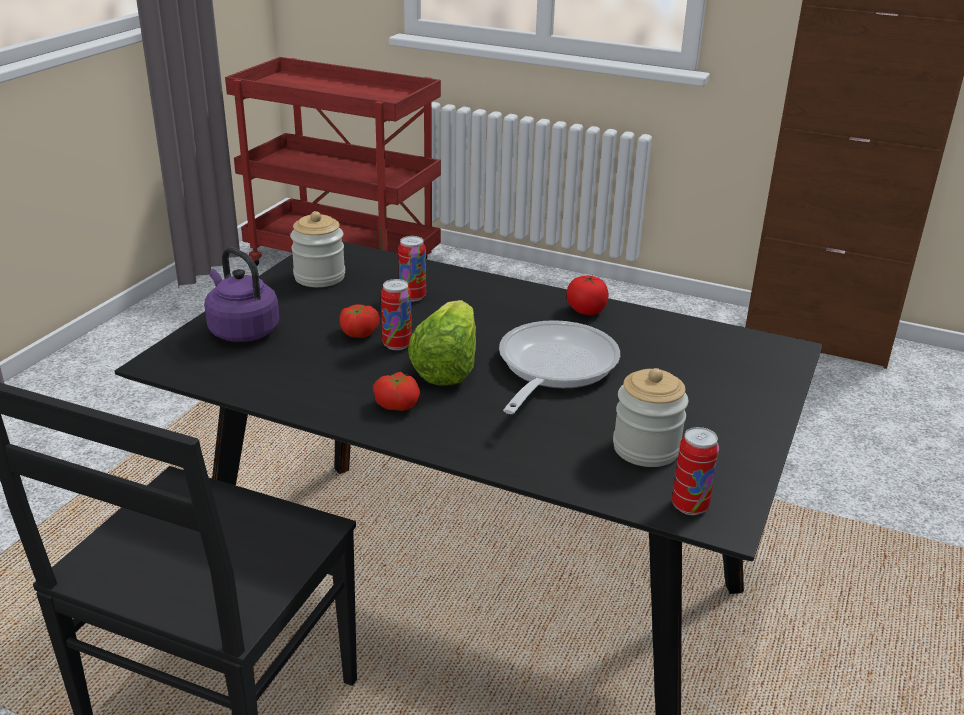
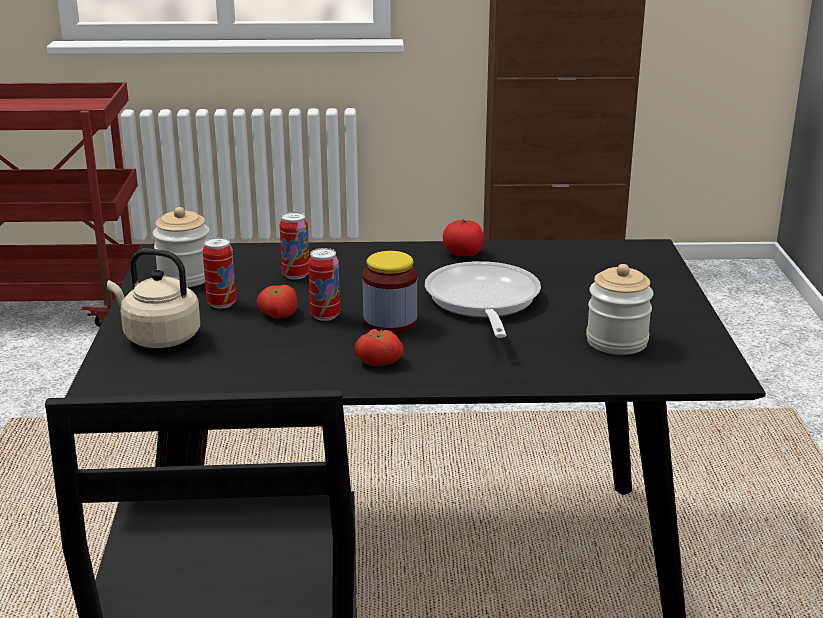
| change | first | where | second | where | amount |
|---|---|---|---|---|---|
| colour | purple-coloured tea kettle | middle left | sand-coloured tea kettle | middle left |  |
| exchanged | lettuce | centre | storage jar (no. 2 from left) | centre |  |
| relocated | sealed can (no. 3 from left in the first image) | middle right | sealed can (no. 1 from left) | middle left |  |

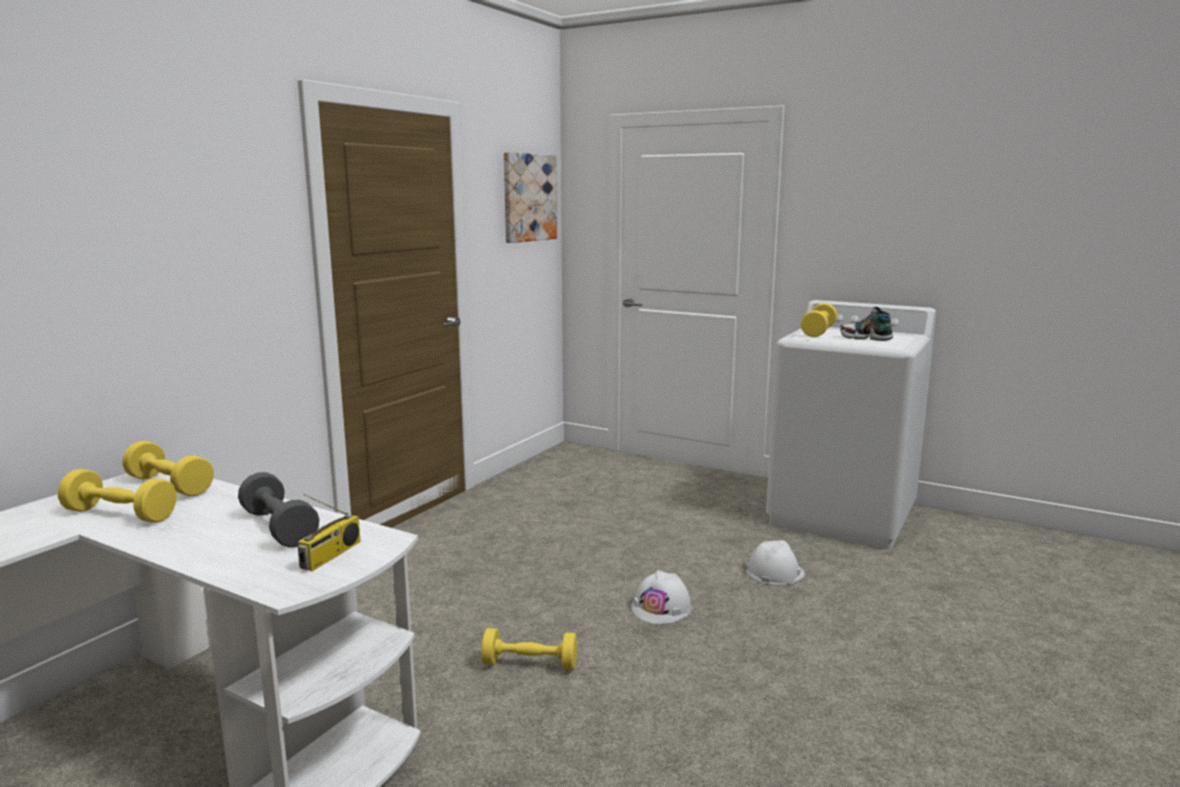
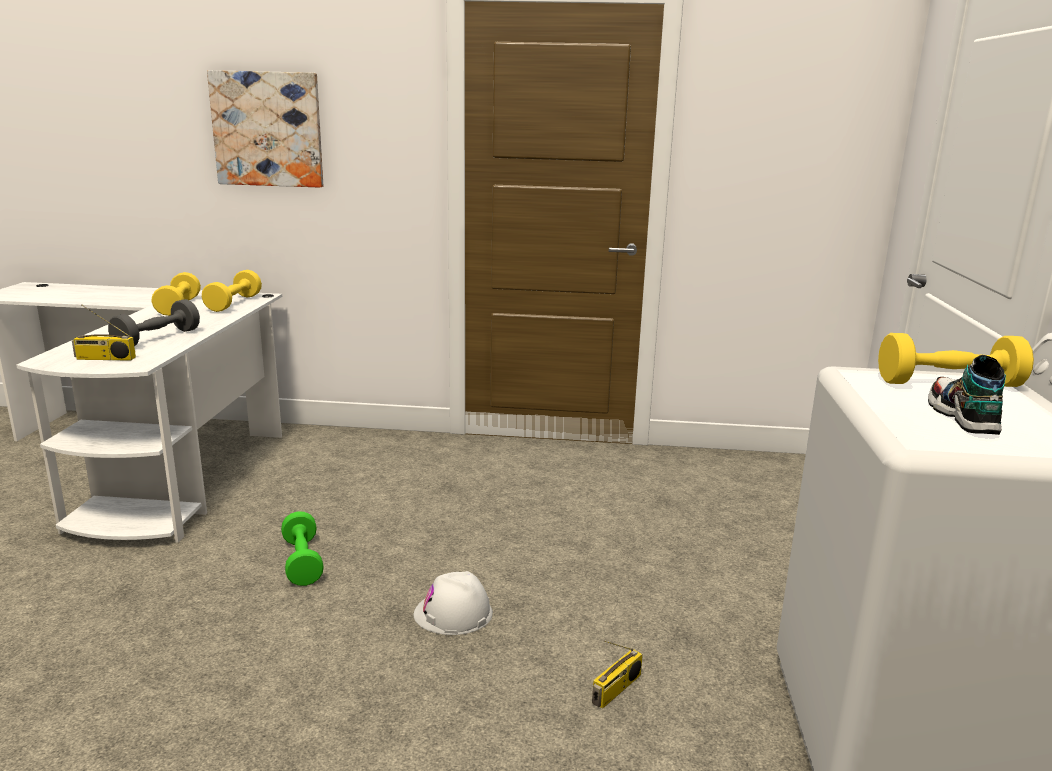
| change | first | where | second | where | amount |
|---|---|---|---|---|---|
| colour | yellow-coloured hand weight (no. 3 from left) | bottom centre | green-coloured hand weight | bottom left |  |
| relocated | wall art | top centre |  | top left |  |
| exchanged | white safety helmet (no. 2 from left) | bottom centre | radio (no. 2 from left) | bottom centre |  |

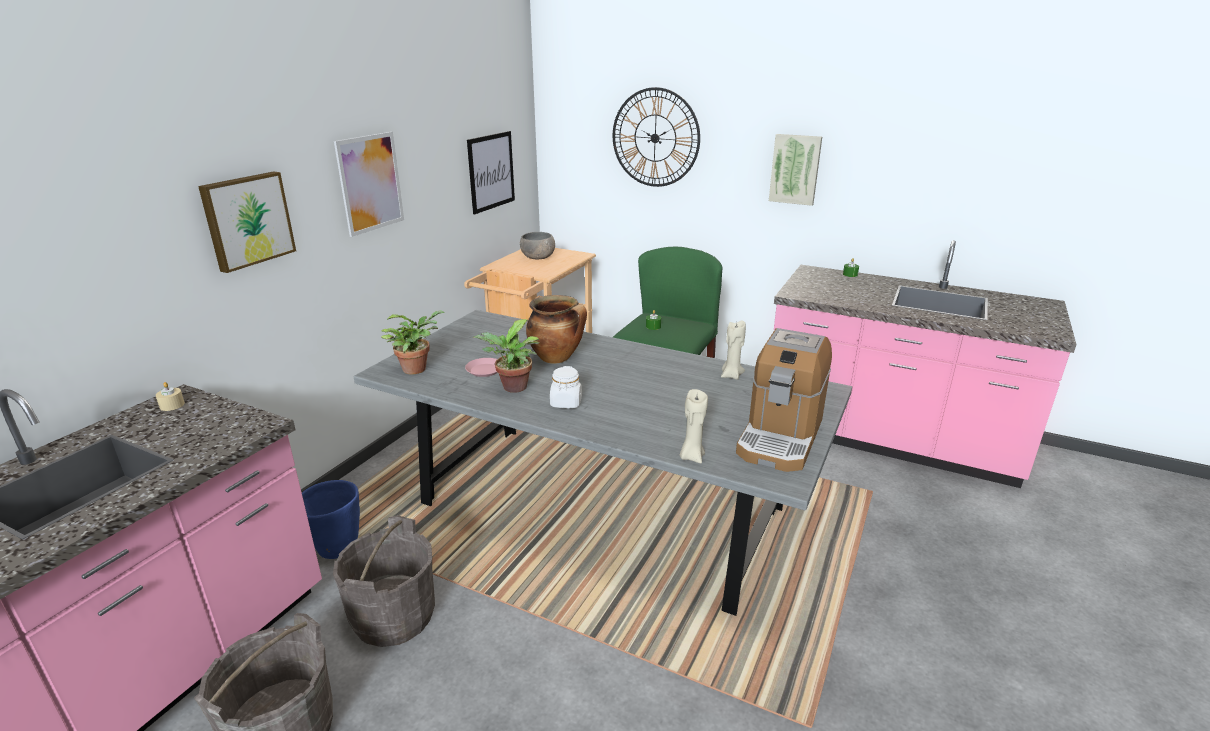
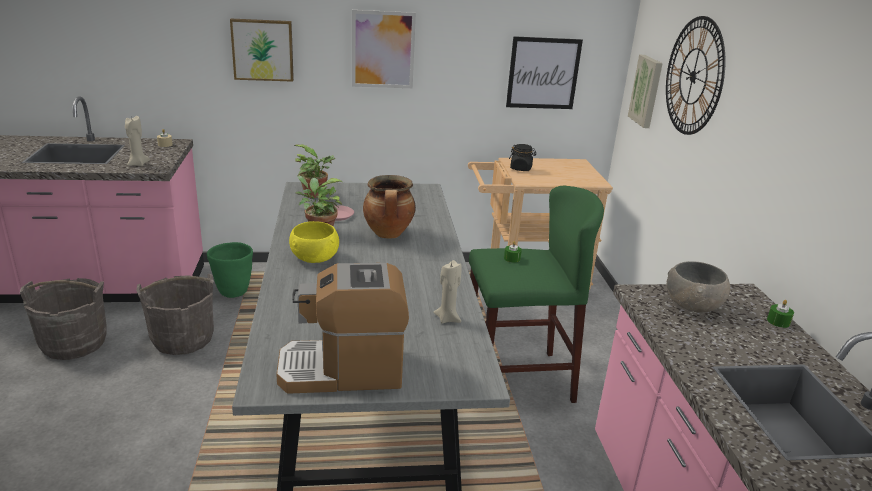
| change | first | where | second | where | amount |
|---|---|---|---|---|---|
| colour | blue flower pot | bottom left | green-coloured flower pot | middle left |  |
| relocated | gray deep dish | centre |  | middle right |  |
| exchanged | white storage jar | centre | yellow-coloured deep dish | centre |  |
| relocated | sand-coloured wax candle (no. 2 from left in the first image) | centre | sand-coloured wax candle (no. 1 from left) | top left |  |
| relocated | wall art (no. 4 from left) | top centre |  | top right |  |
| appeared |  |  | black storage jar | top centre |  |

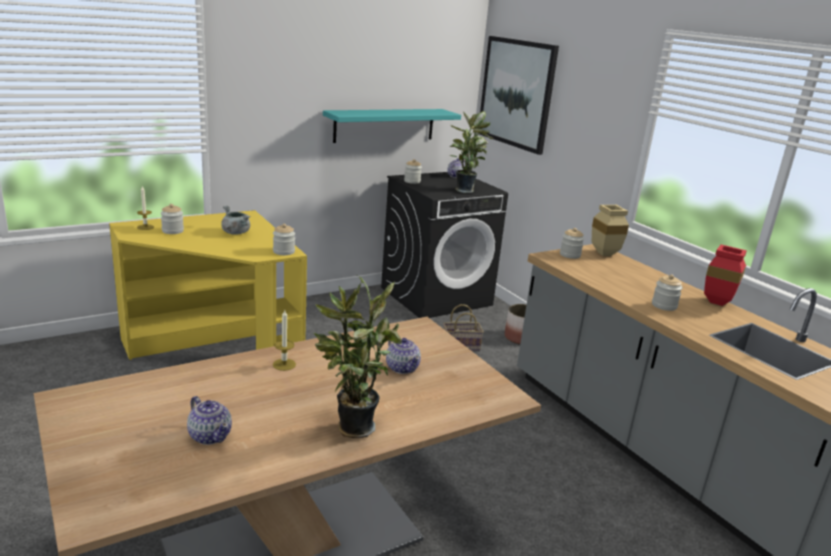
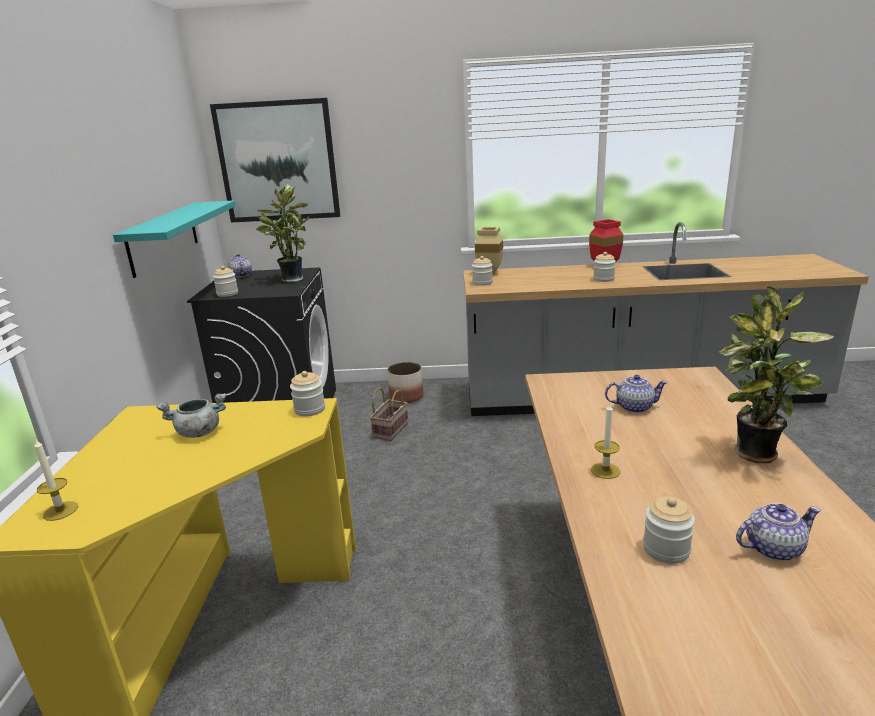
| change | first | where | second | where | amount |
|---|---|---|---|---|---|
| relocated | storage jar (no. 1 from left in the first image) | middle left | storage jar (no. 5 from left) | bottom right |  |

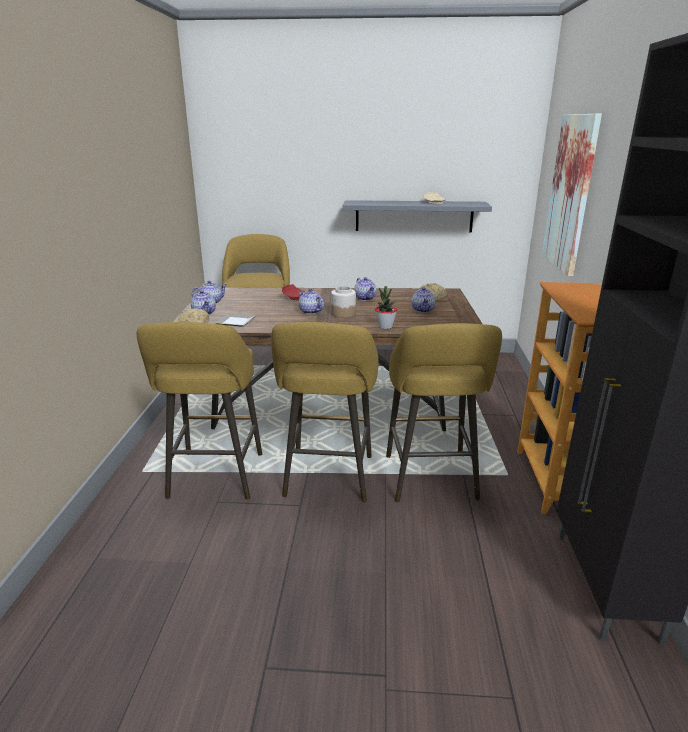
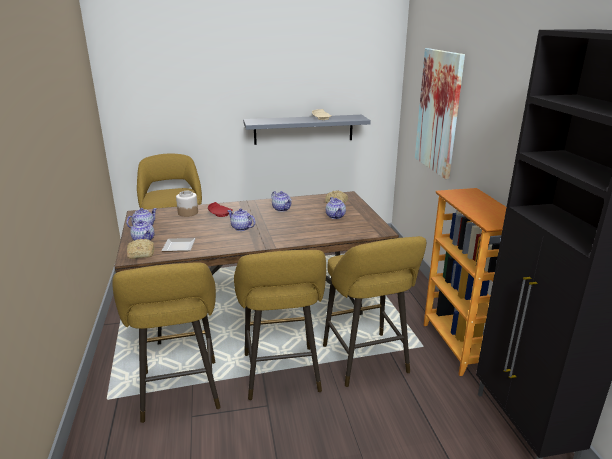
| change | first | where | second | where | amount |
|---|---|---|---|---|---|
| relocated | storage jar | centre |  | middle left |  |
| missing | potted plant | centre |  |  |  |

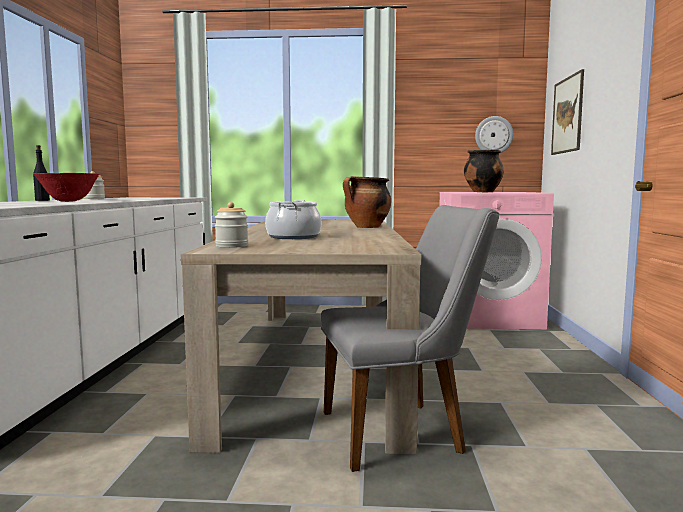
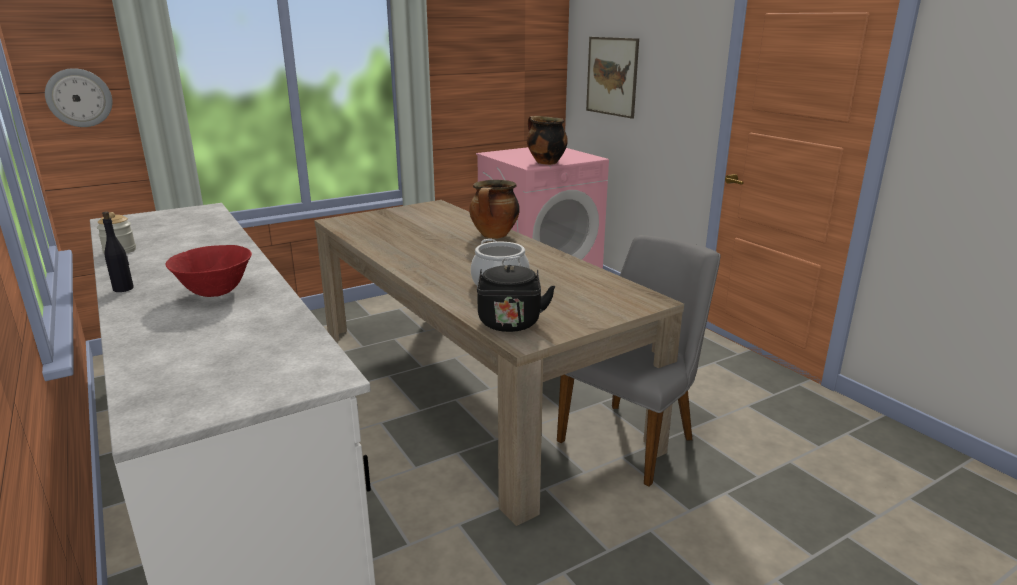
| change | first | where | second | where | amount |
|---|---|---|---|---|---|
| exchanged | storage jar (no. 2 from left) | centre | black tea kettle | centre |  |
| relocated | clock on the wall | top right |  | top left |  |

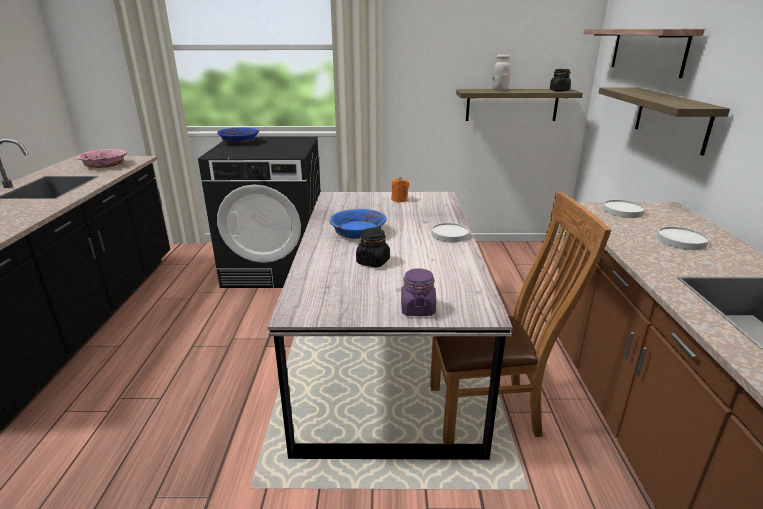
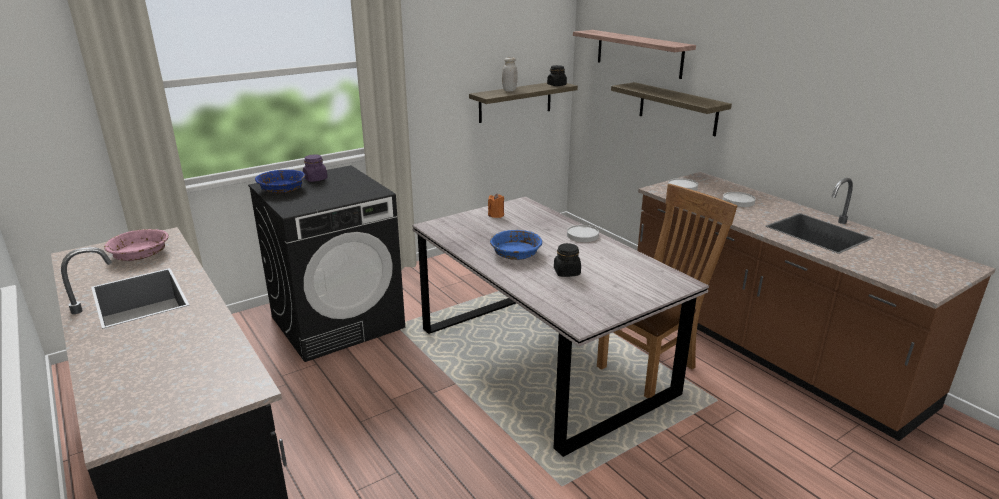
| change | first | where | second | where | amount |
|---|---|---|---|---|---|
| relocated | purple-coloured storage jar | centre |  | middle left |  |

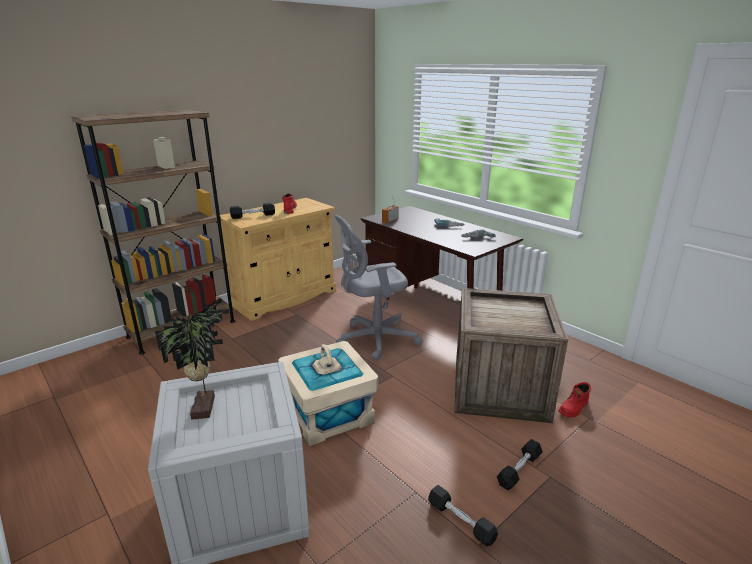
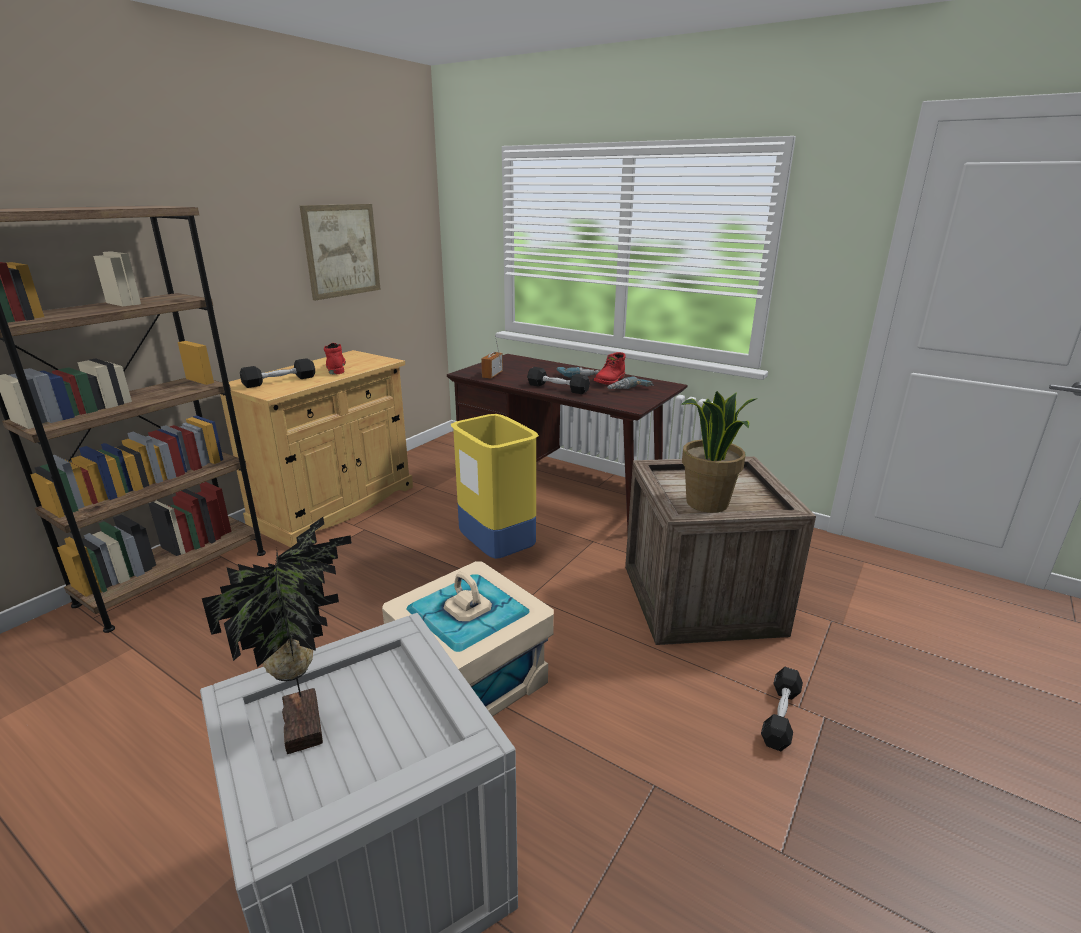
| change | first | where | second | where | amount |
|---|---|---|---|---|---|
| exchanged | gray computer chair | centre | yellow-coloured rubbish bin | centre |  |
| relocated | black hand weight (no. 2 from left) | bottom centre |  | centre |  |
| relocated | reddish high-top boot (no. 2 from left) | bottom right |  | centre |  |
| appeared |  |  | wall art | top left |  |
| appeared |  |  | potted plant (no. 2 from left) | centre |  |

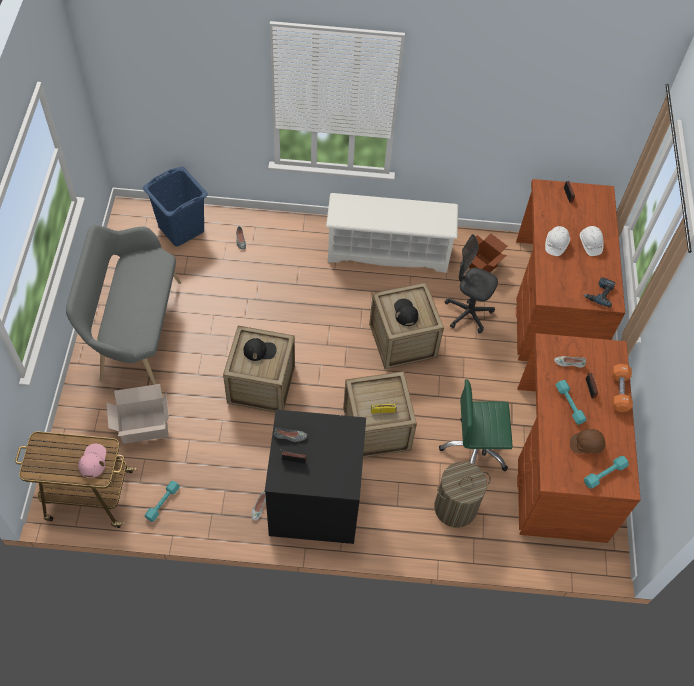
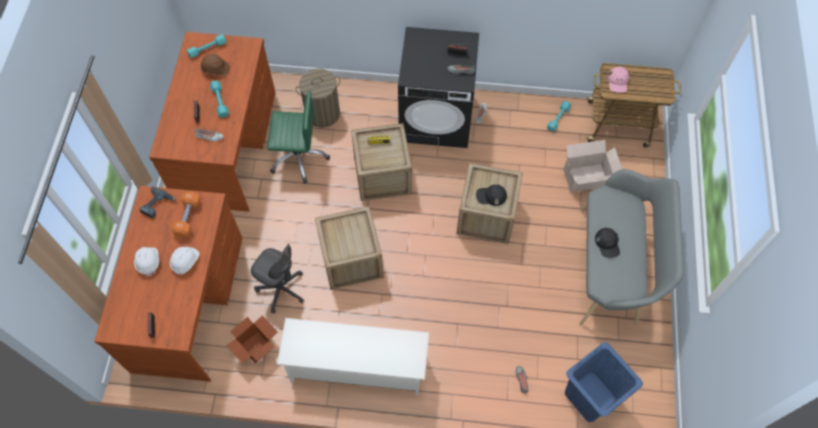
| change | first | where | second | where | amount |
|---|---|---|---|---|---|
| relocated | black peaked cap (no. 2 from left) | centre |  | middle right |  |
| relocated | orange-coloured hand weight | middle right |  | middle left |  |

